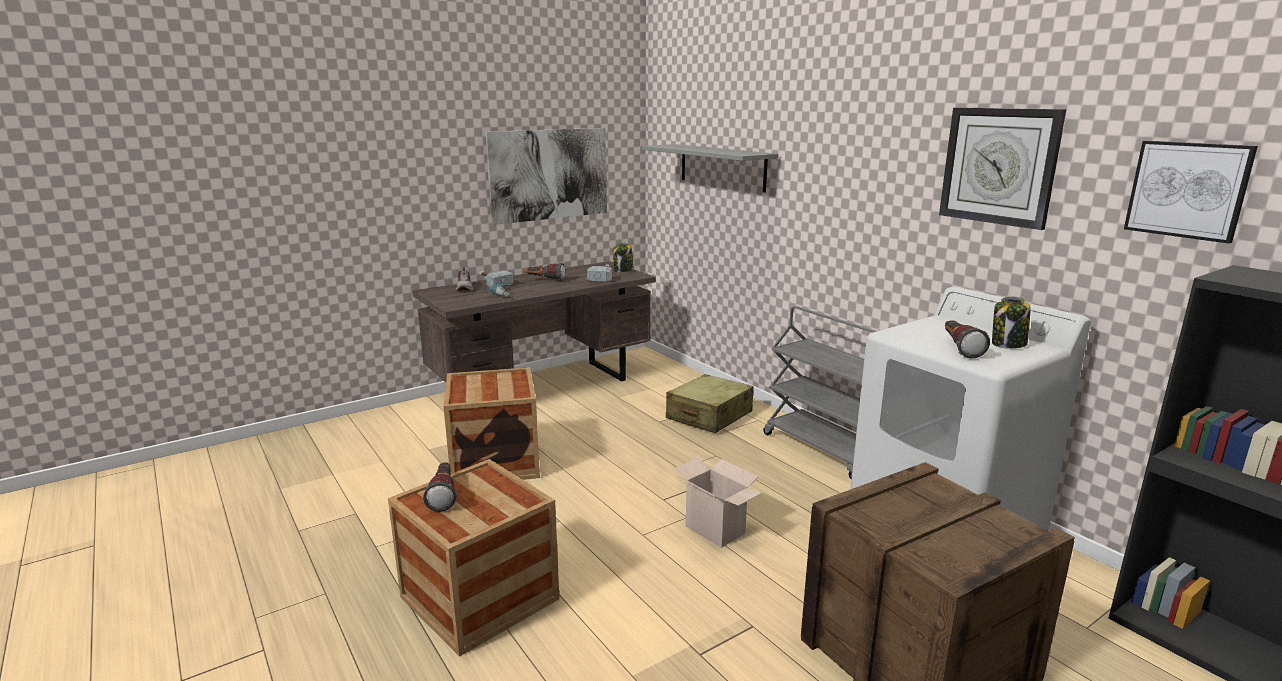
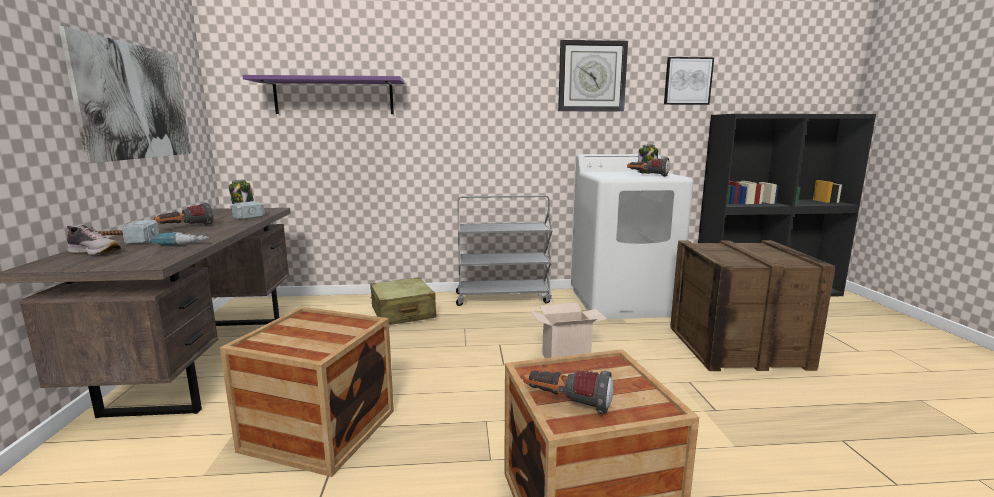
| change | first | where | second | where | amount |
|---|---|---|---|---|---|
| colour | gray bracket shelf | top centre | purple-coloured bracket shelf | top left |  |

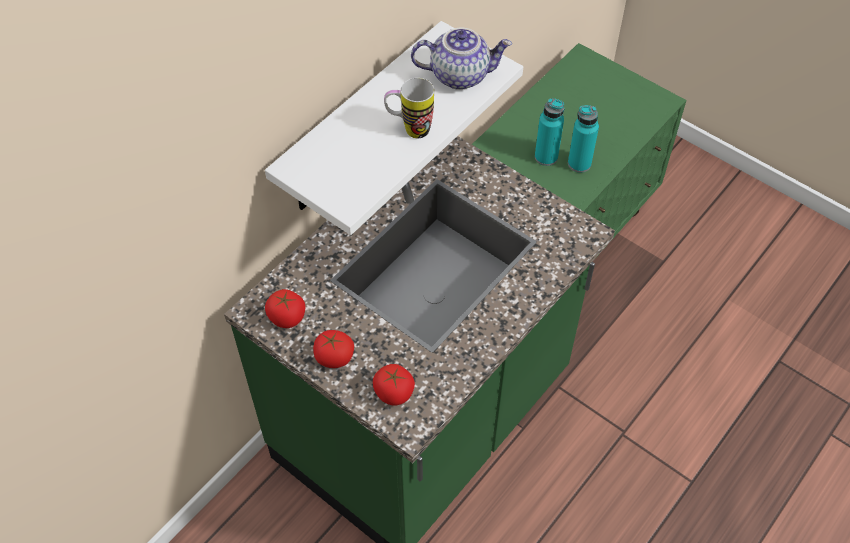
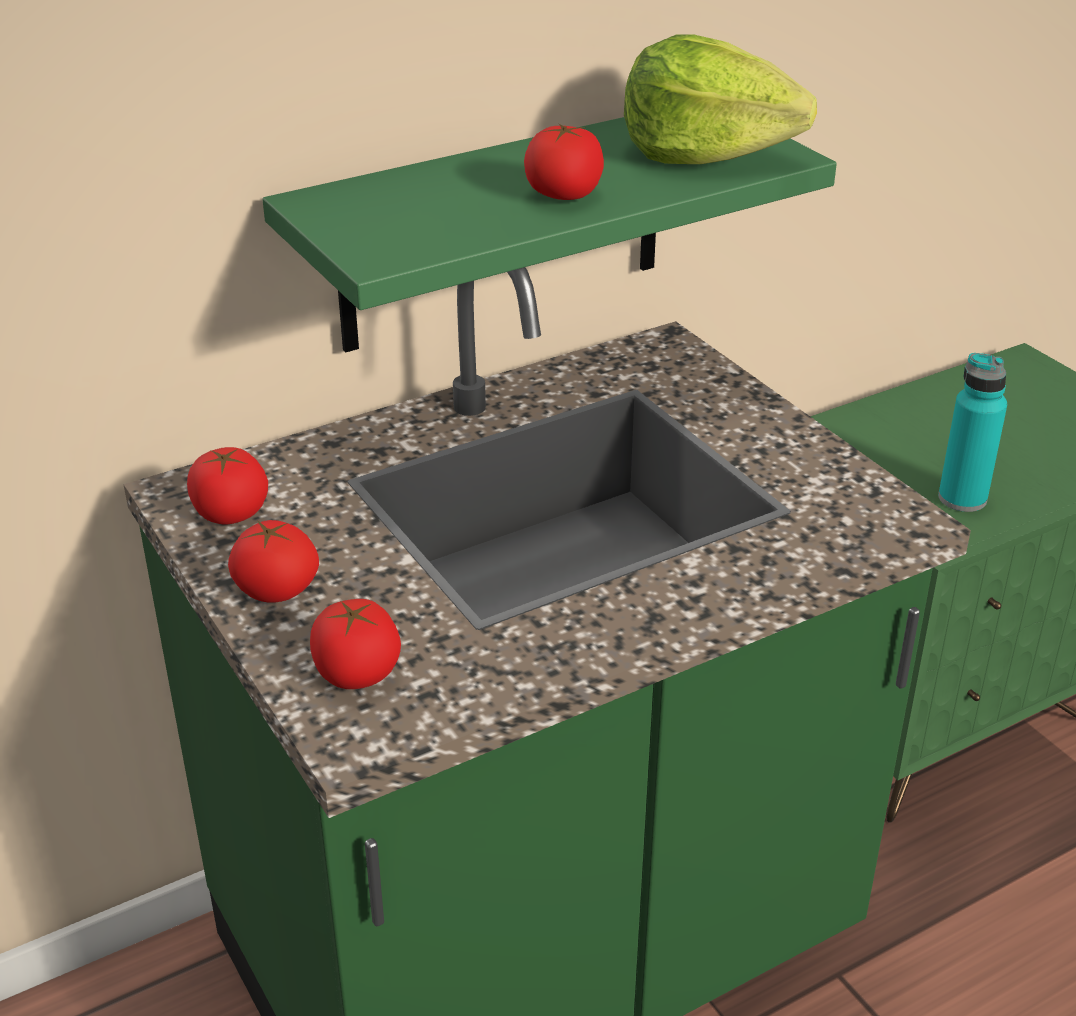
| change | first | where | second | where | amount |
|---|---|---|---|---|---|
| colour | white bracket shelf | top centre | green-coloured bracket shelf | top centre |  |
| exchanged | mug | top centre | whole tomato (no. 4 from left) | top centre |  |
| exchanged | teapot | top centre | lettuce | top right |  |
| missing | turquoise beverage bottle (no. 1 from left) | top centre |  |  |  |

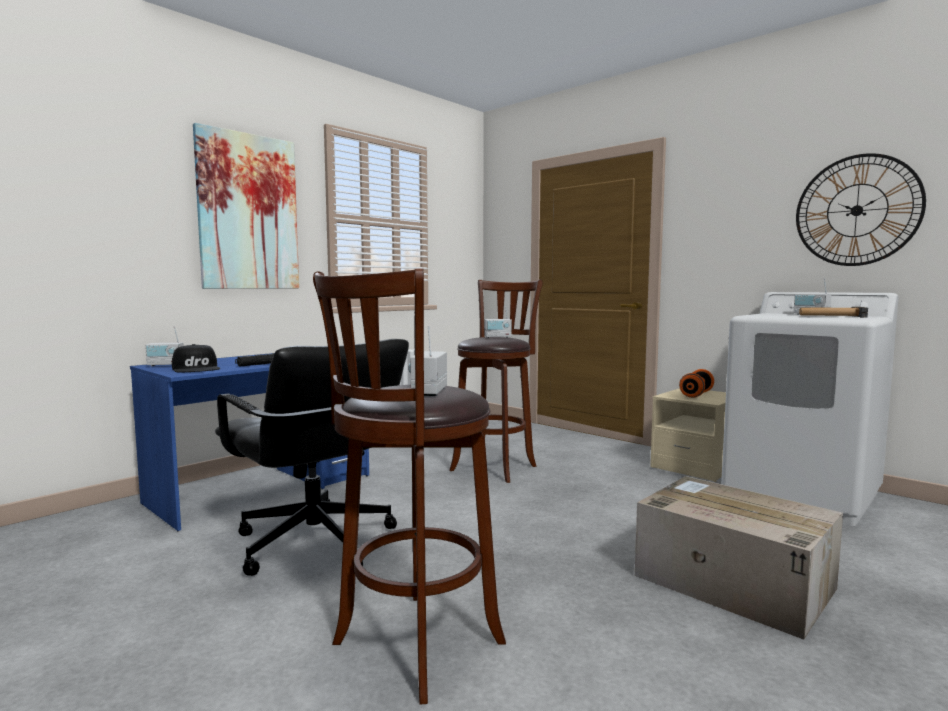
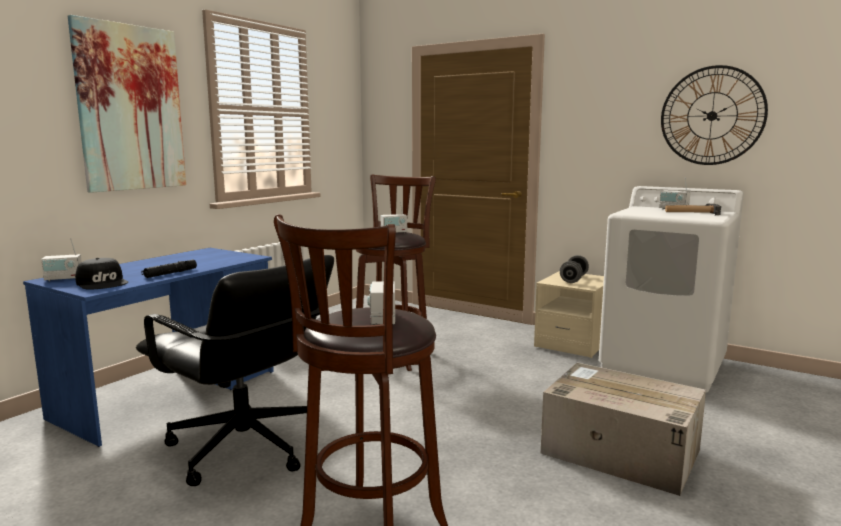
| change | first | where | second | where | amount |
|---|---|---|---|---|---|
| colour | orange-coloured hand weight | middle right | gray hand weight | middle right |  |

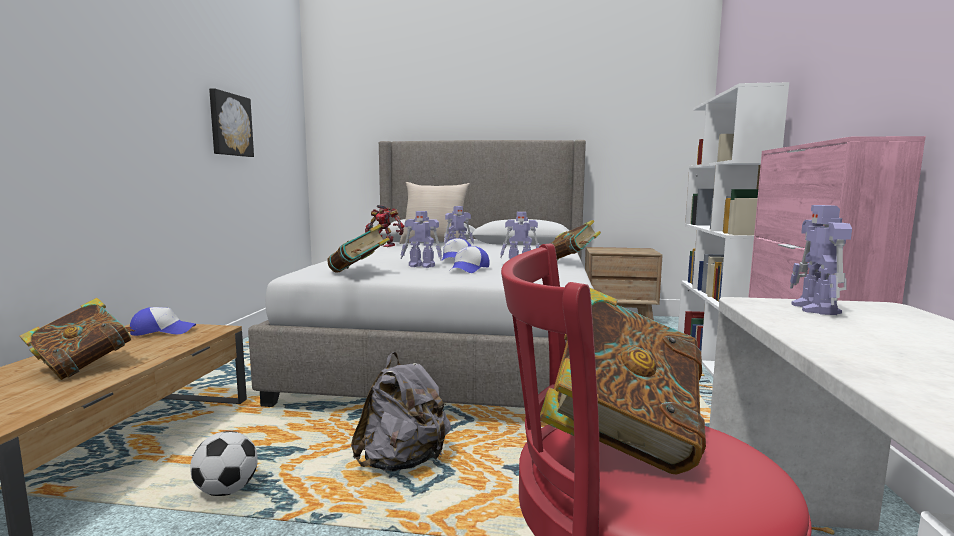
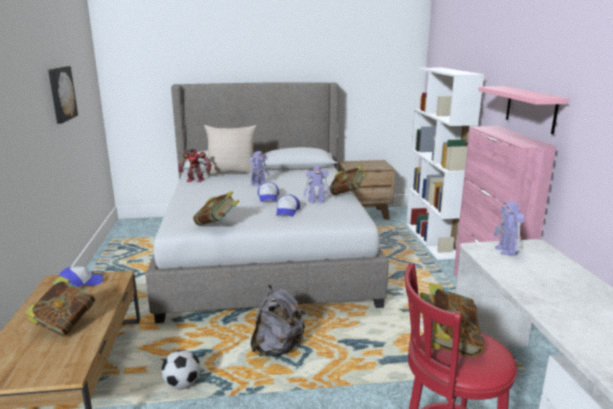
| change | first | where | second | where | amount |
|---|---|---|---|---|---|
| missing | toy robot (no. 2 from left) | centre |  |  |  |
| appeared |  |  | pink bracket shelf | top right |  |

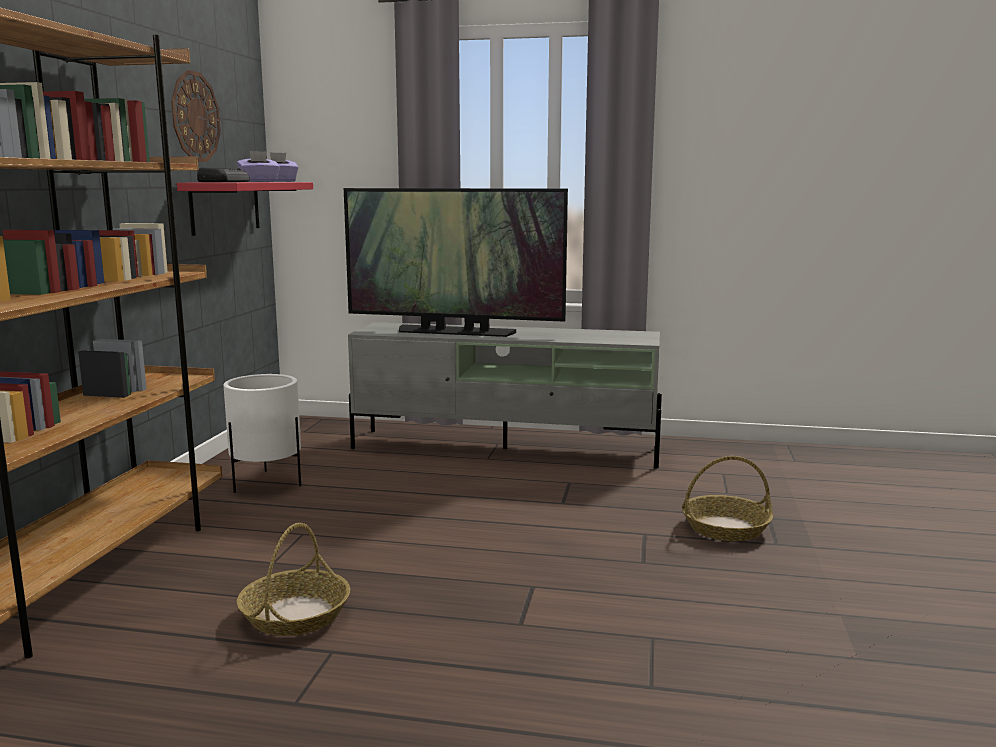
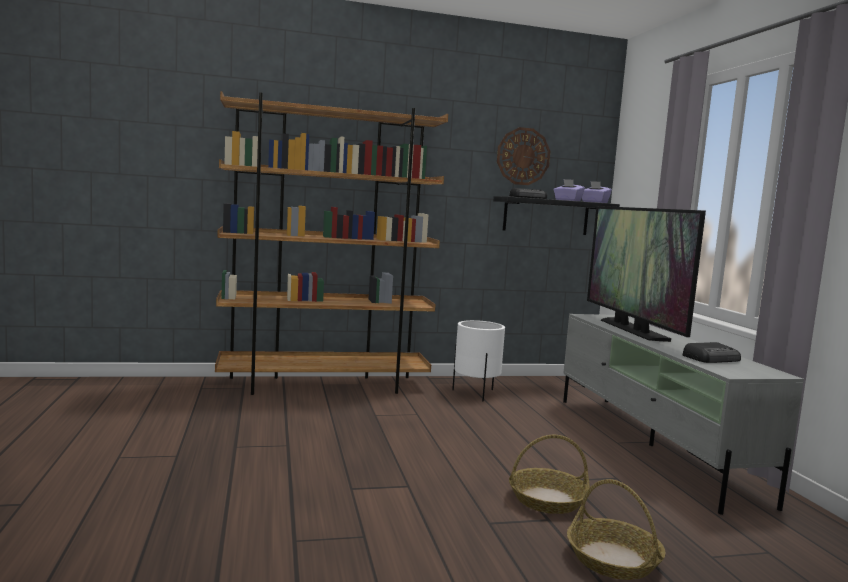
| change | first | where | second | where | amount |
|---|---|---|---|---|---|
| colour | reddish bracket shelf | top left | black bracket shelf | centre |  |
| relocated | basket (no. 1 from left) | bottom left |  | bottom centre |  |
| appeared |  |  | radio (no. 2 from left) | middle right |  |

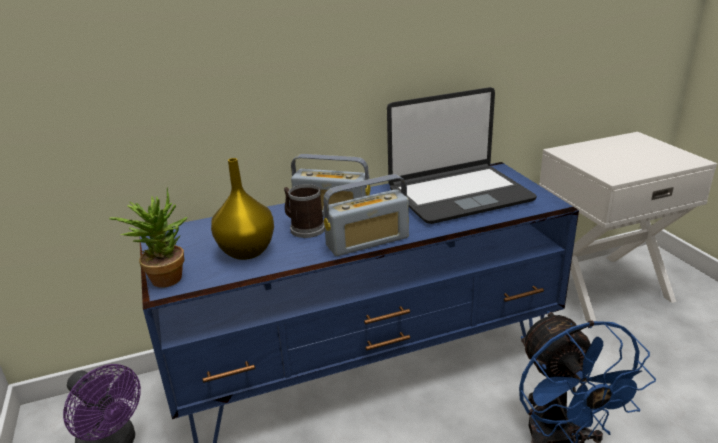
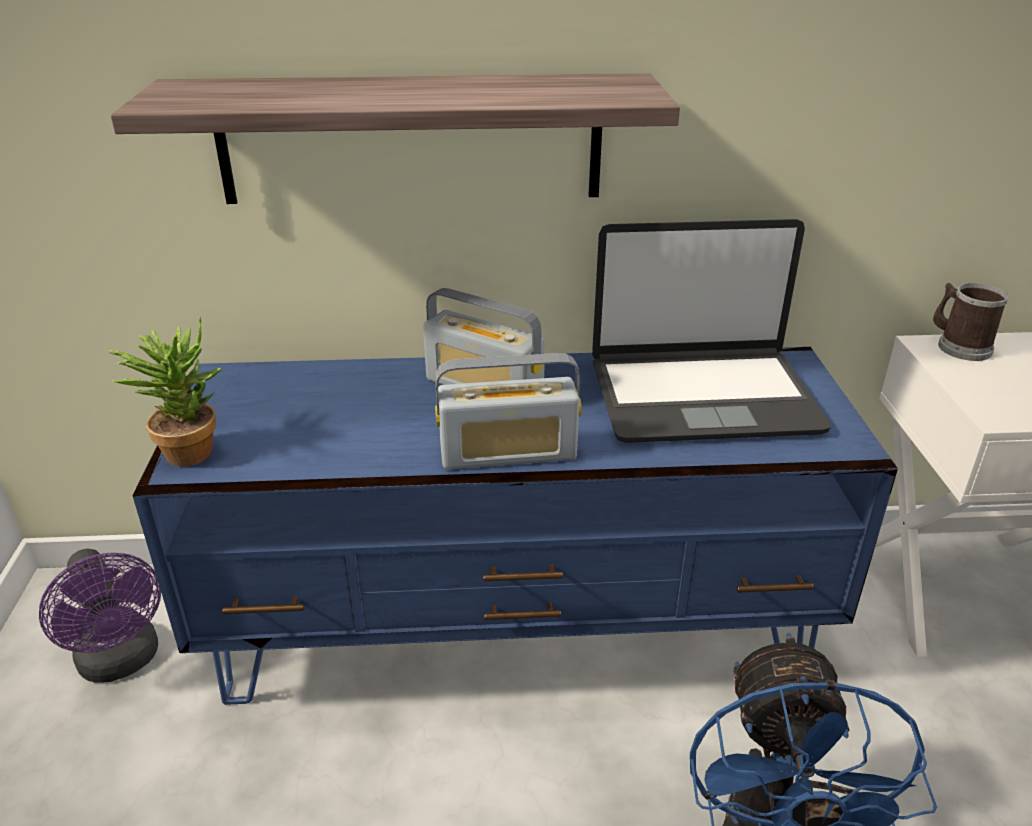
| change | first | where | second | where | amount |
|---|---|---|---|---|---|
| missing | yellow-coloured decorative vase | centre |  |  |  |
| relocated | mug | centre |  | middle right |  |
| appeared |  |  | bracket shelf | top centre |  |

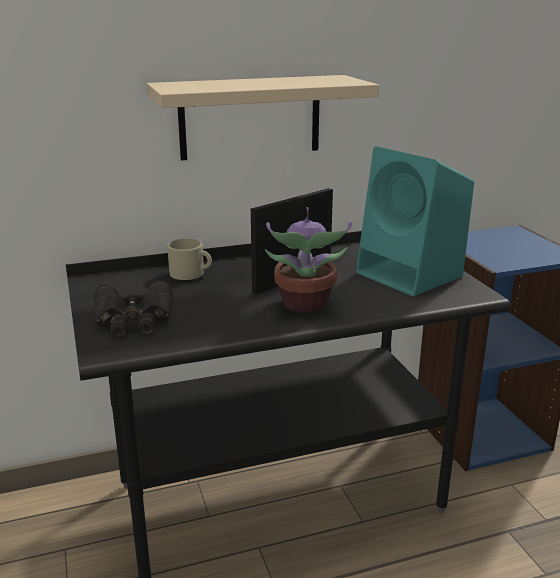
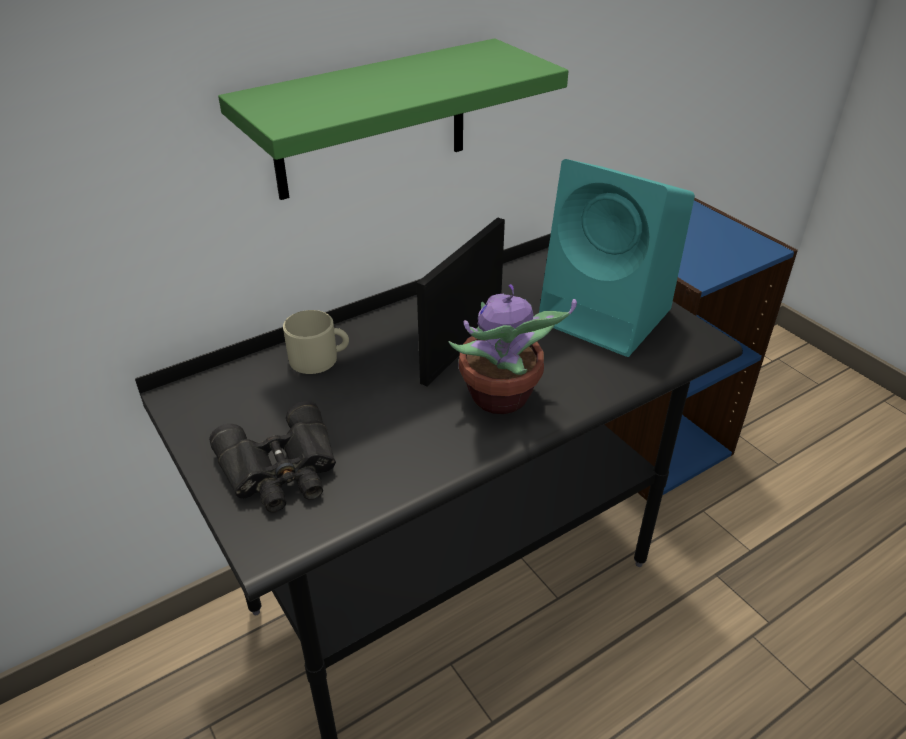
| change | first | where | second | where | amount |
|---|---|---|---|---|---|
| colour | sand-coloured bracket shelf | top centre | green-coloured bracket shelf | top centre |  |

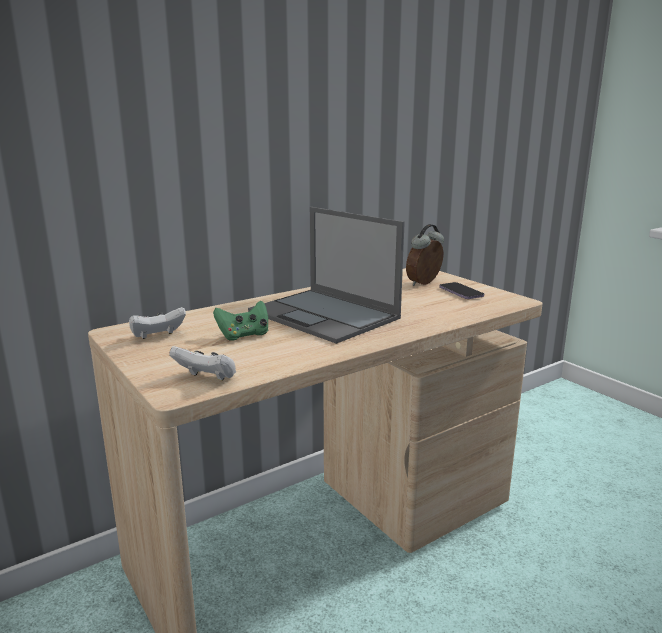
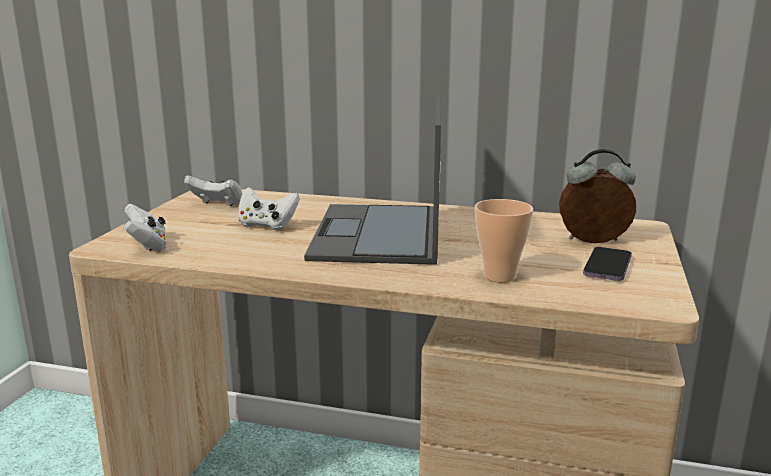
| change | first | where | second | where | amount |
|---|---|---|---|---|---|
| colour | green-coloured game controller | centre | white game controller (no. 3 from left) | centre |  |
| appeared |  |  | small cup | centre |  |

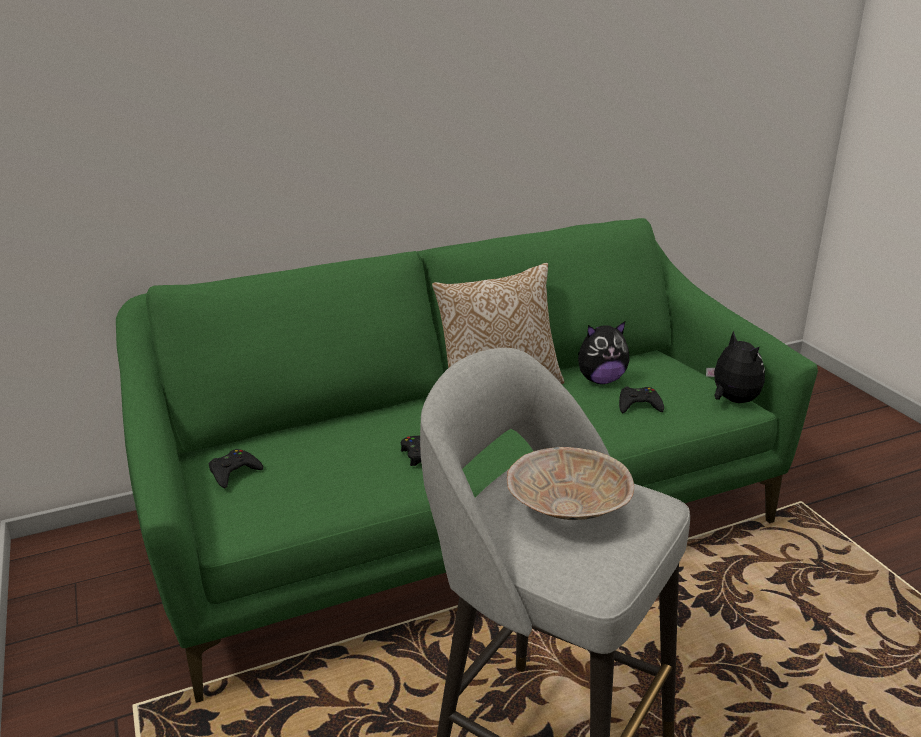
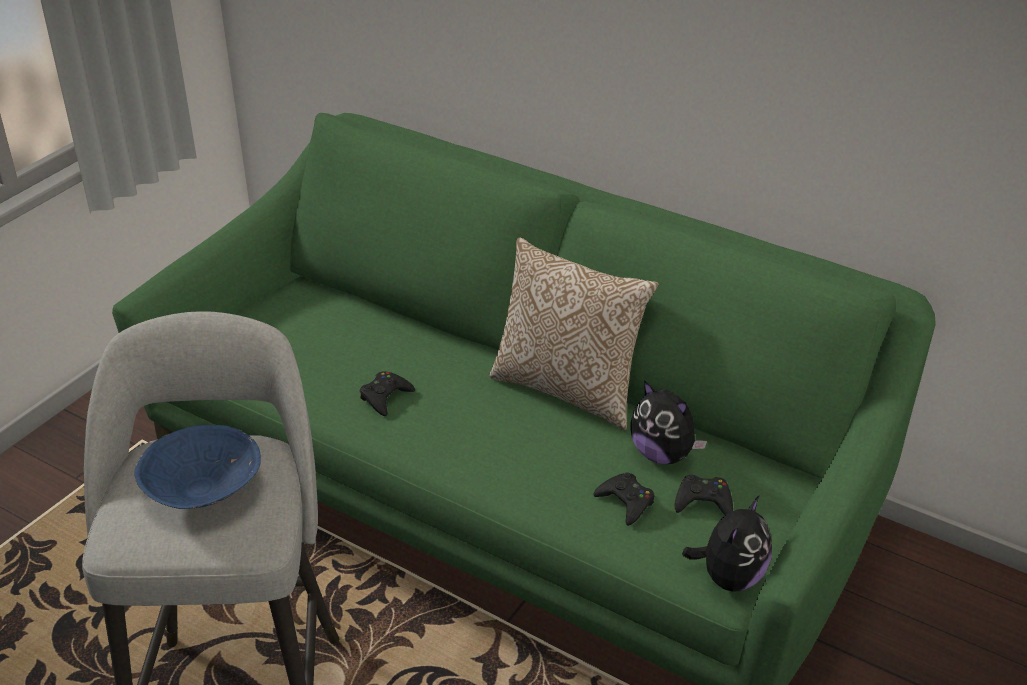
| change | first | where | second | where | amount |
|---|---|---|---|---|---|
| relocated | black game controller (no. 1 from left in the first image) | middle left | black game controller (no. 3 from left) | bottom right |  |
| colour | sand-coloured deep dish | centre | blue deep dish | bottom left |  |

